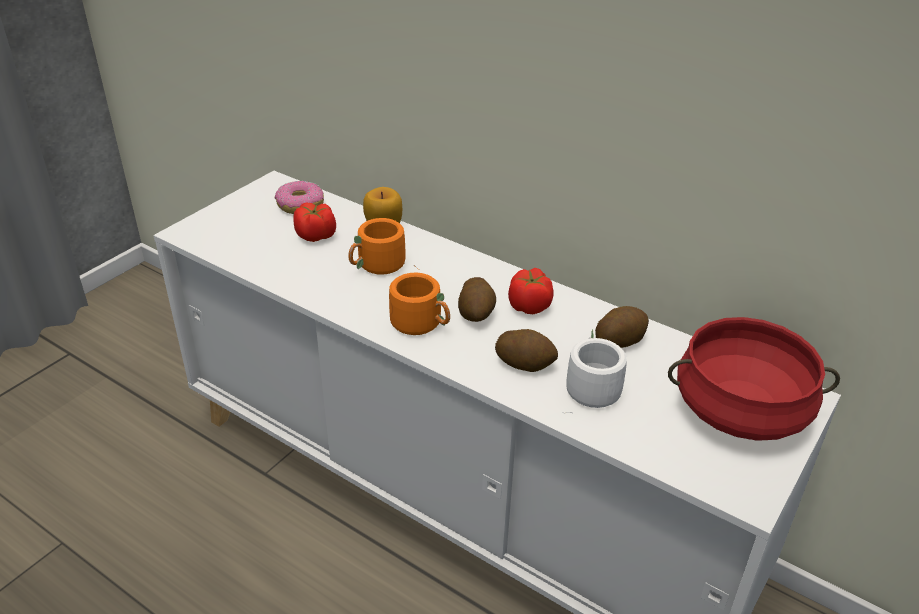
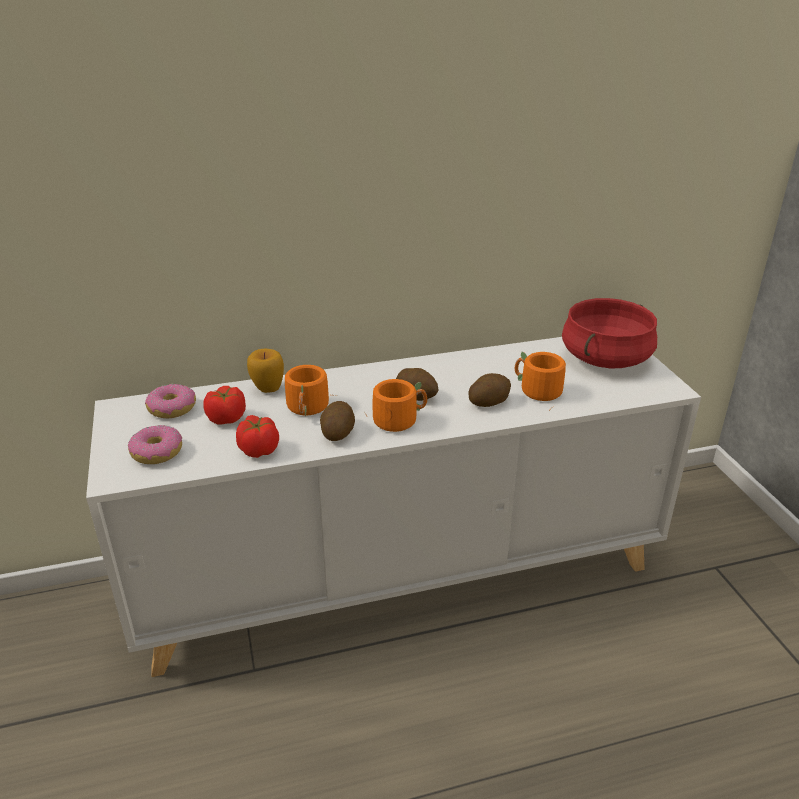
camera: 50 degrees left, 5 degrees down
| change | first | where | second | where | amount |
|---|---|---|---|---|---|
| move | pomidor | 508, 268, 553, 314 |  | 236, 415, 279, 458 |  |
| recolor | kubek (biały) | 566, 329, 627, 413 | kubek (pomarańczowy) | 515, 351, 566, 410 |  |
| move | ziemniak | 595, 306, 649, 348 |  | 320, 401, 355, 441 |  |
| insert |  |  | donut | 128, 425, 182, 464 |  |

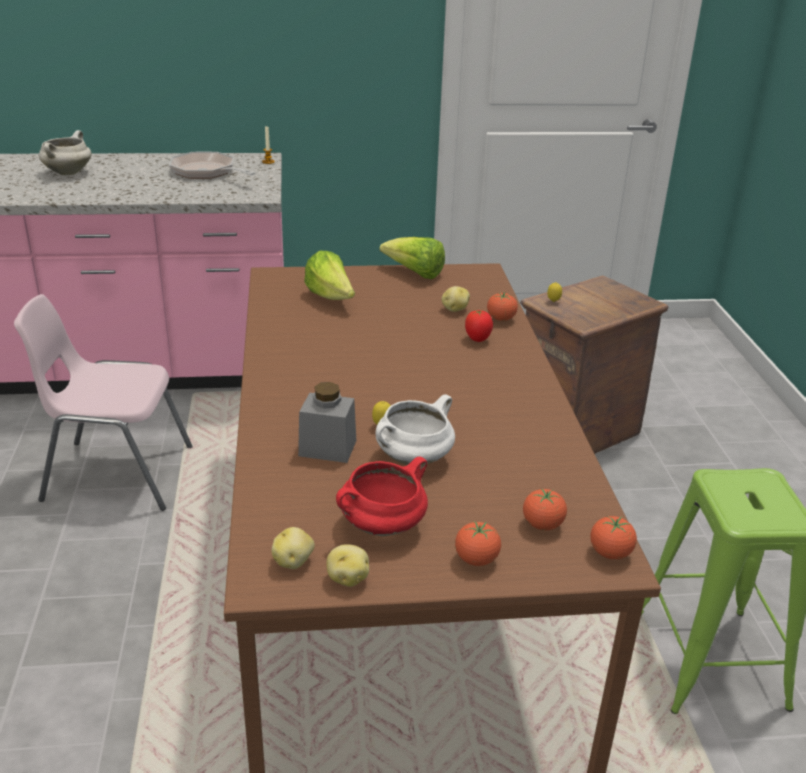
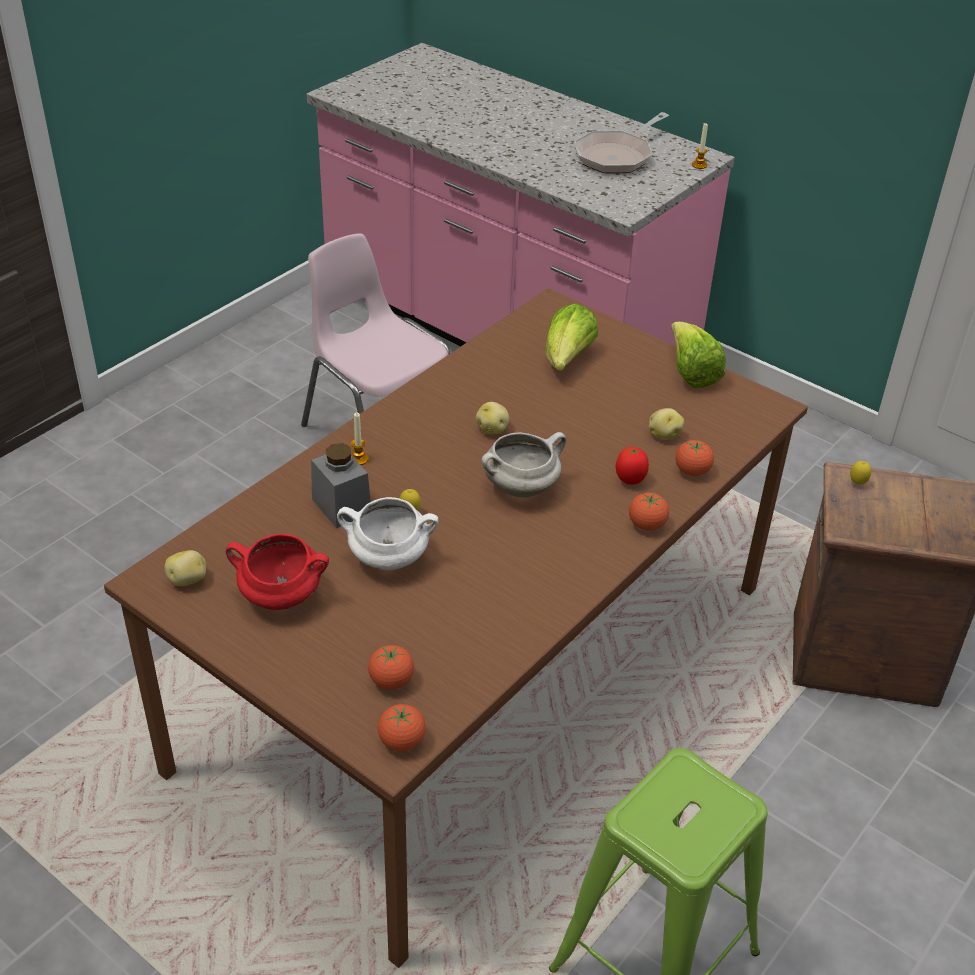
camera: 45 degrees right, 10 degrees up
| change | first | where | second | where | amount |
|---|---|---|---|---|---|
| move | garnek (biały) | 39, 130, 92, 175 |  | 481, 432, 566, 498 |  |
| rotate | patelnia | 169, 152, 256, 179 |  | 574, 112, 669, 173 | 135 degrees counterclockwise |
| move | ziemniak | 327, 544, 369, 587 |  | 476, 402, 509, 435 |  |
| move | pomidor | 455, 521, 501, 566 |  | 629, 492, 669, 531 |  |
| insert |  |  | świeca | 351, 412, 369, 465 |  |

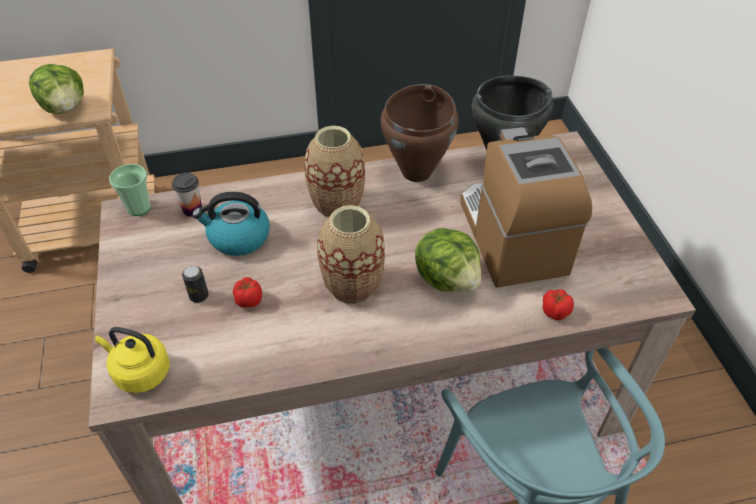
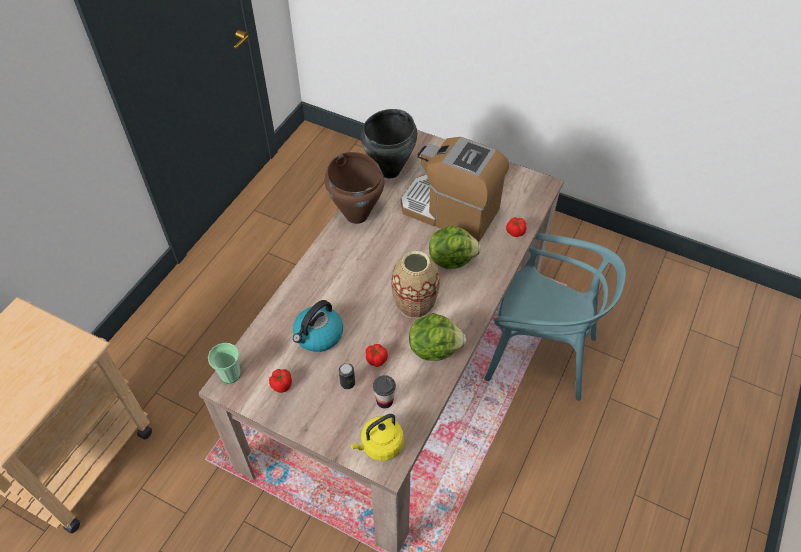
camera: 50 degrees left, 5 degrees up
| change | first | where | second | where | amount |
|---|---|---|---|---|---|
| move | sałata | 29, 64, 84, 114 |  | 409, 313, 466, 361 |  |
| move | filiżanka | 172, 173, 202, 217 |  | 373, 375, 396, 409 |  |
| delete | wazon | 304, 126, 365, 218 |  |  |  |
| insert |  |  | pomidor | 269, 369, 292, 393 |  |

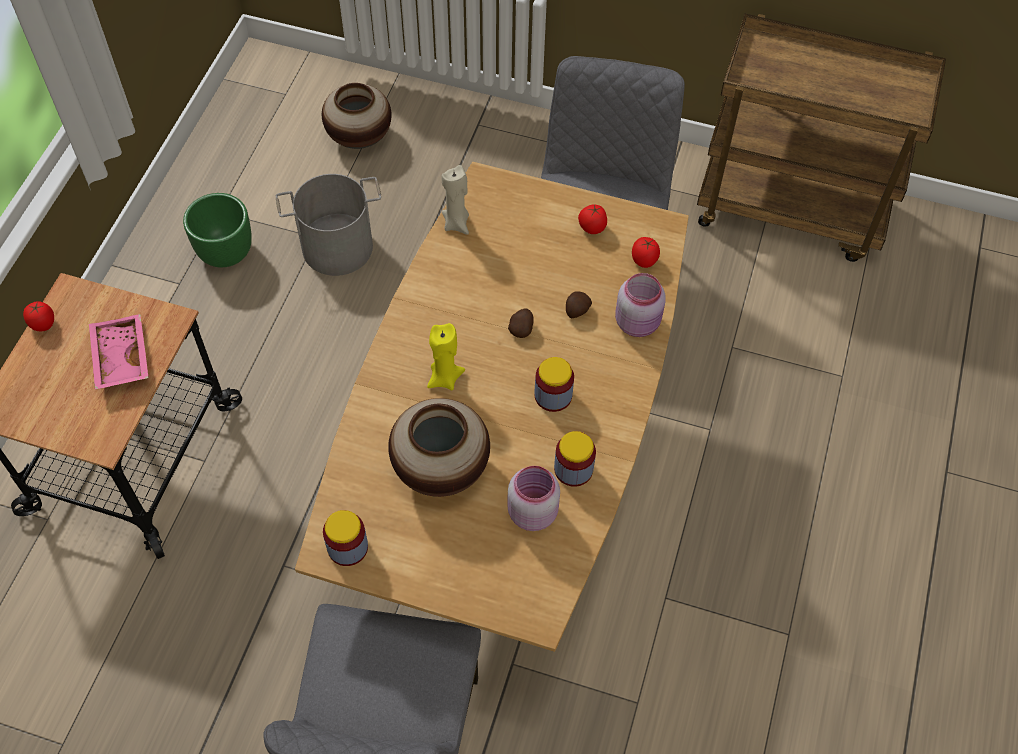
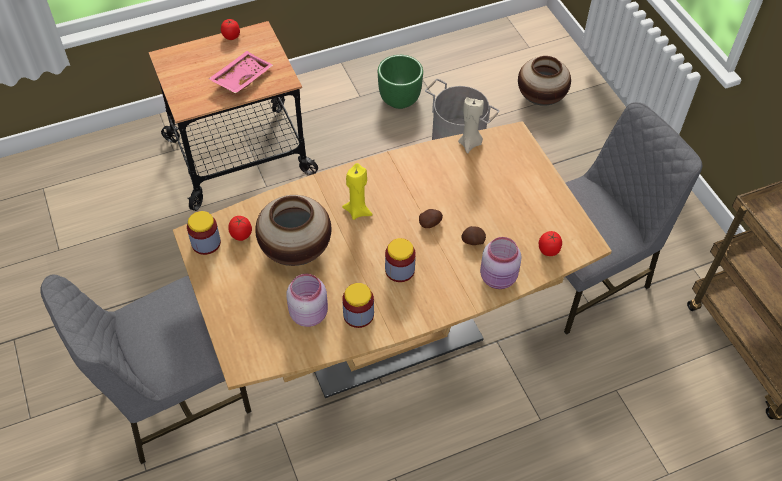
camera: 50 degrees right, 5 degrees down
| change | first | where | second | where | amount |
|---|---|---|---|---|---|
| move | pomidor | 578, 204, 607, 234 |  | 228, 216, 252, 241 |  |

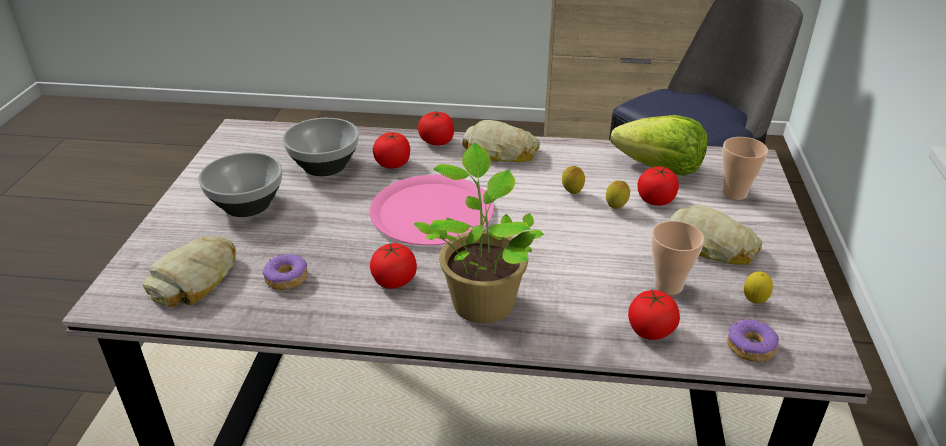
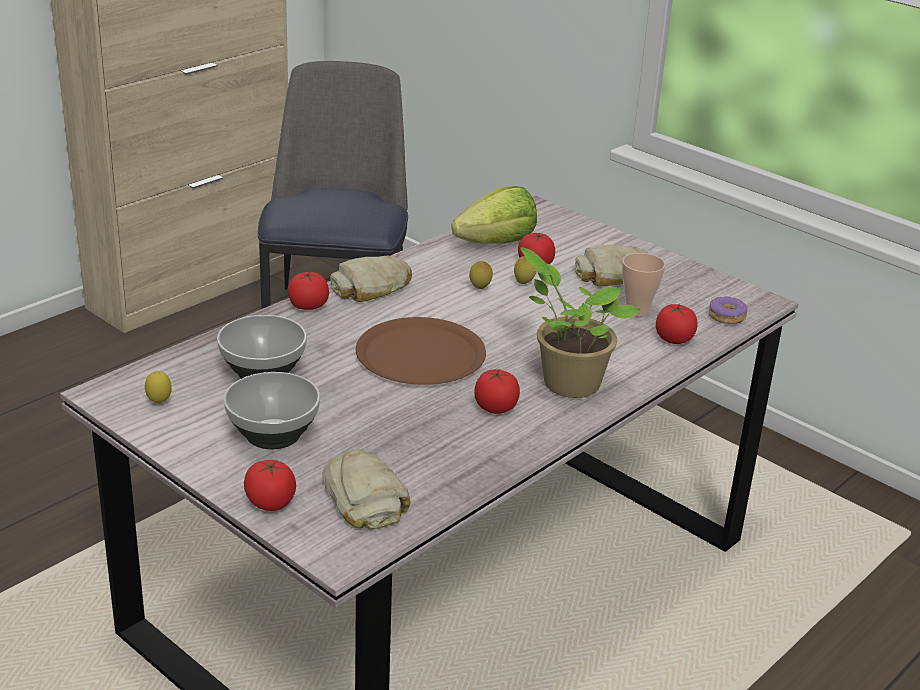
camera: 55 degrees left, 5 degrees down
| change | first | where | second | where | amount |
|---|---|---|---|---|---|
| delete | donut | 263, 254, 308, 290 |  |  |  |
| recolor | talerz (różowy) | 370, 175, 494, 246 | talerz (brązowy) | 356, 317, 486, 385 |  |
| move | pomidor | 373, 132, 410, 169 |  | 244, 459, 296, 511 |  |
| delete | filiżanka | 722, 137, 768, 200 |  |  |  |
| move | cytryna | 744, 271, 773, 304 |  | 145, 371, 172, 403 |  |

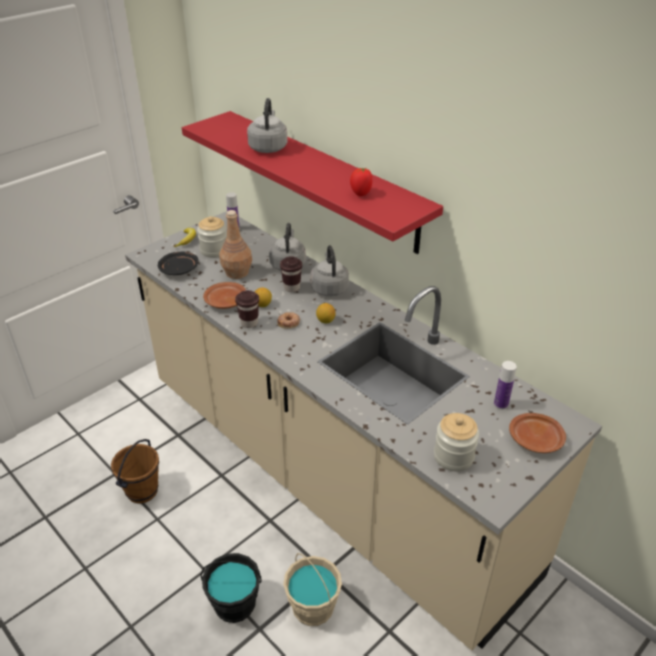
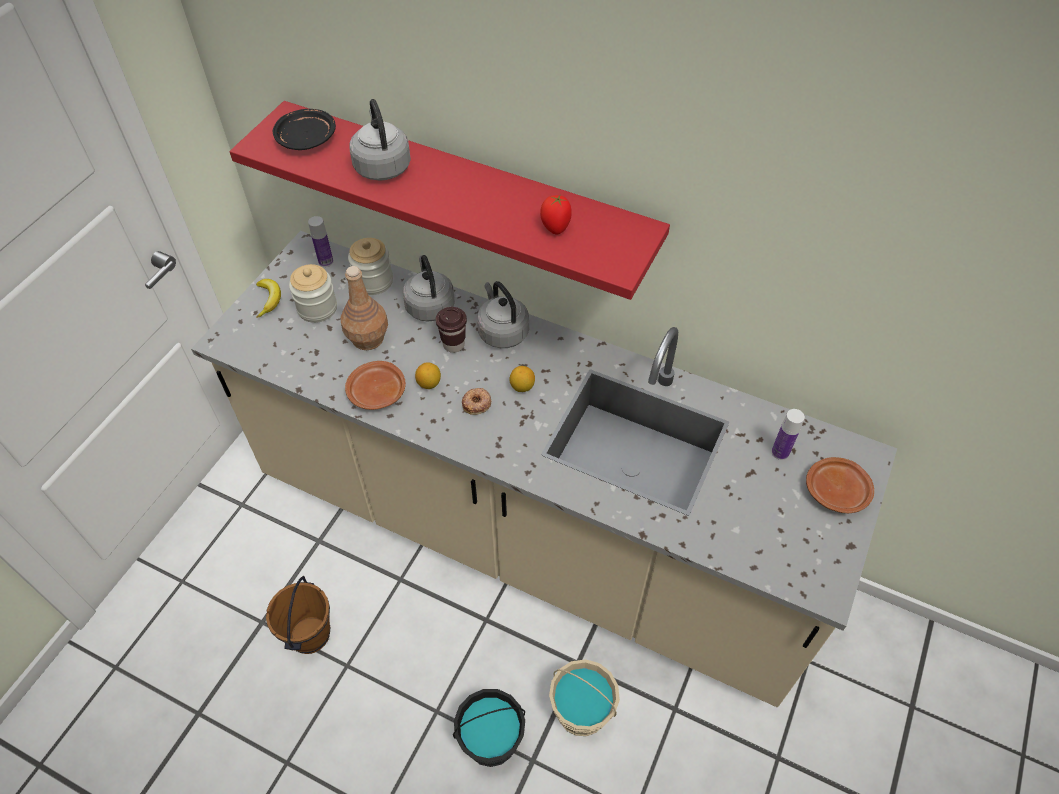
camera: 20 degrees left, 15 degrees up
| change | first | where | second | where | amount |
|---|---|---|---|---|---|
| move | talerz (czarny) | 158, 252, 199, 275 |  | 272, 109, 336, 150 |  |
| delete | filiżanka (brązowy) | 235, 290, 259, 328 |  |  |  |
| move | słoik | 434, 413, 479, 472 |  | 348, 238, 393, 295 |  |

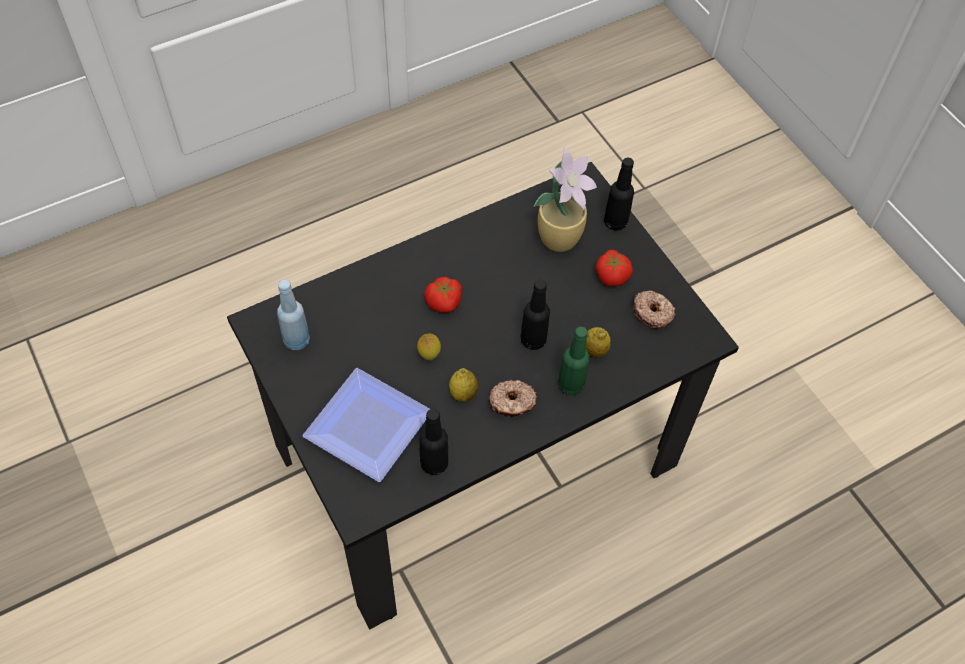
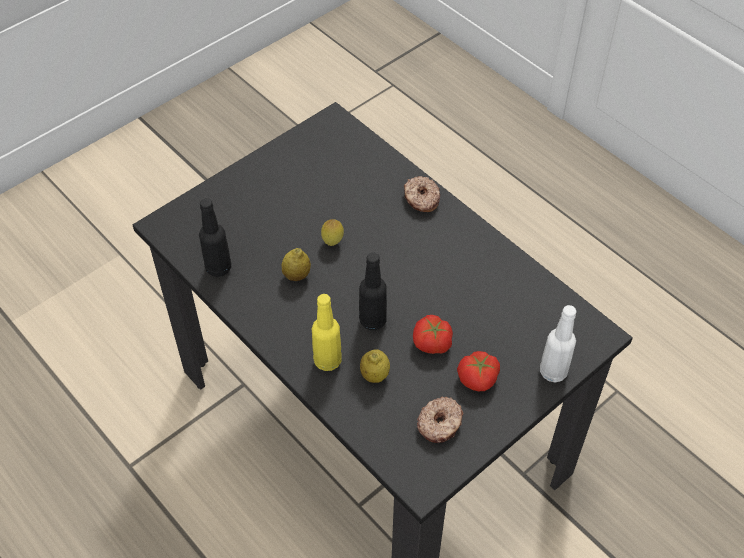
camera: 80 degrees right, 5 degrees down
| change | first | where | second | where | amount |
|---|---|---|---|---|---|
| delete | butelka (niebieski) | 277, 279, 310, 350 |  |  |  |
| delete | talerz | 302, 368, 430, 482 |  |  |  |
| move | pomidor | 424, 277, 462, 313 |  | 413, 315, 453, 354 |  |
| move | donut | 489, 380, 537, 418 |  | 404, 176, 440, 212 |  |
| delete | roślina doniczkowa | 534, 147, 597, 252 |  |  |  |
| recolor | butelka (zielony) | 558, 327, 590, 395 | butelka (żółty) | 312, 294, 342, 371 |  |
| recolor | butelka (czarny) | 604, 158, 634, 231 | butelka (biały) | 540, 305, 577, 382 |  |

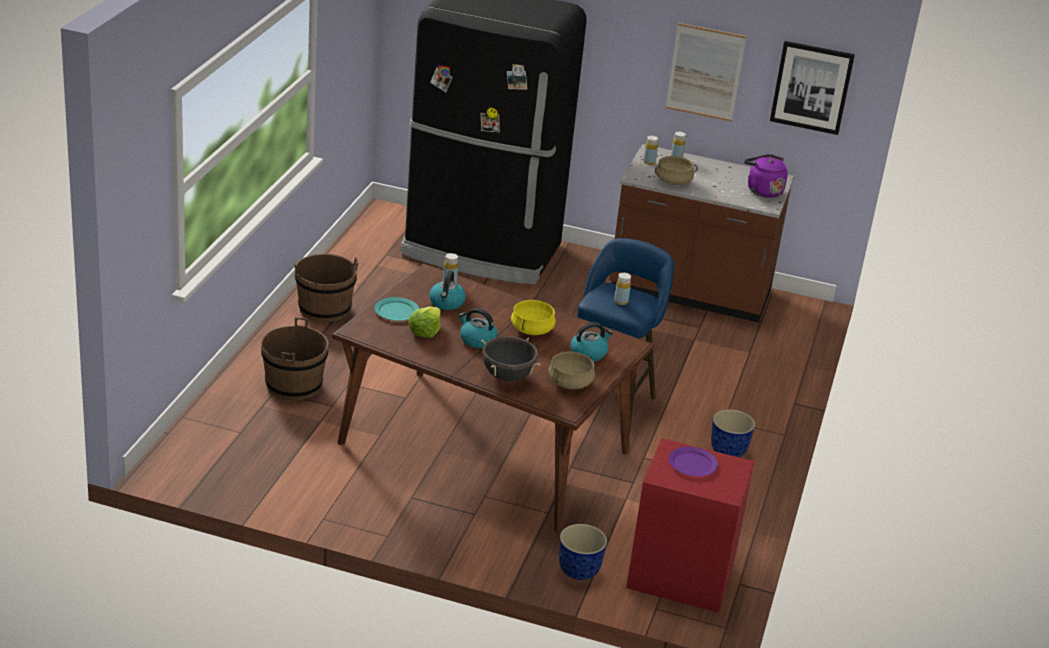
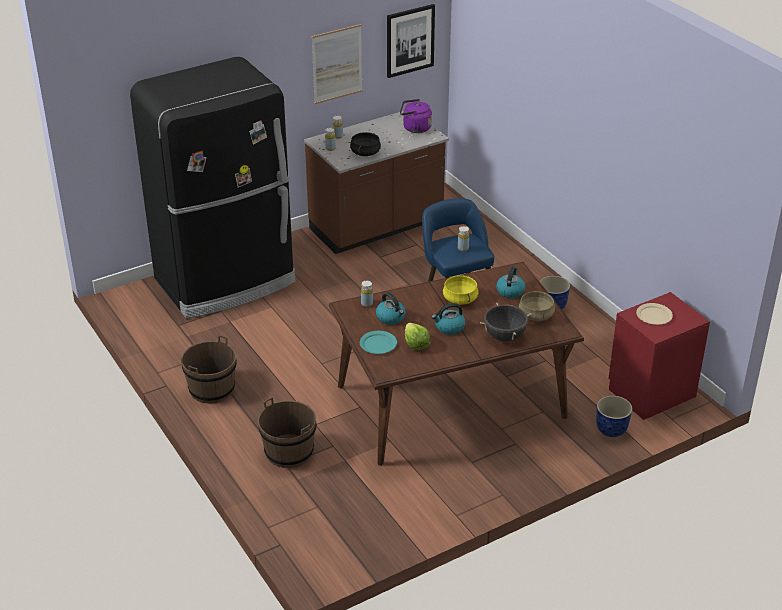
camera: 45 degrees left, 5 degrees up
| change | first | where | second | where | amount |
|---|---|---|---|---|---|
| recolor | garnek (beżowy) | 655, 156, 698, 185 | garnek (czarny) | 350, 132, 381, 156 |  |
| recolor | talerz (fioletowy) | 669, 447, 718, 476 | talerz (beżowy) | 636, 303, 673, 325 |  |

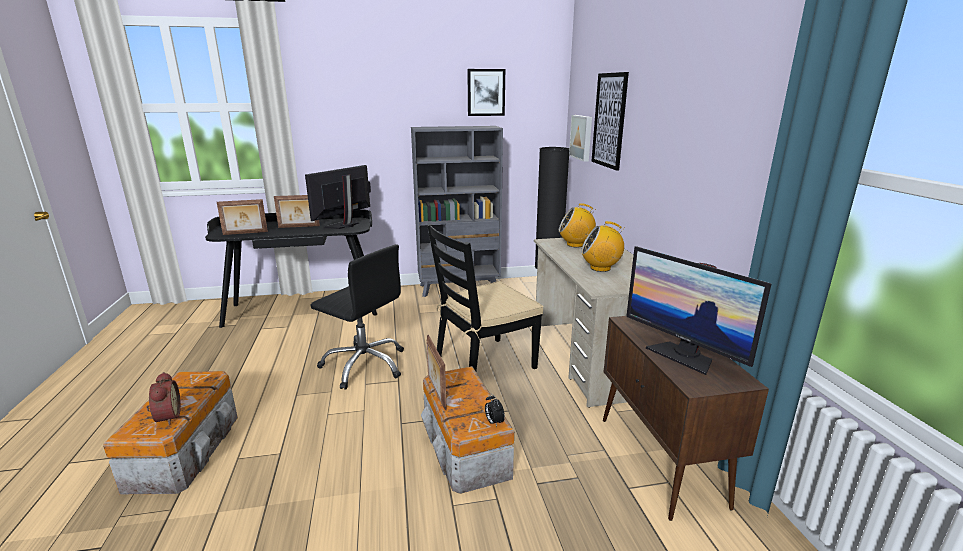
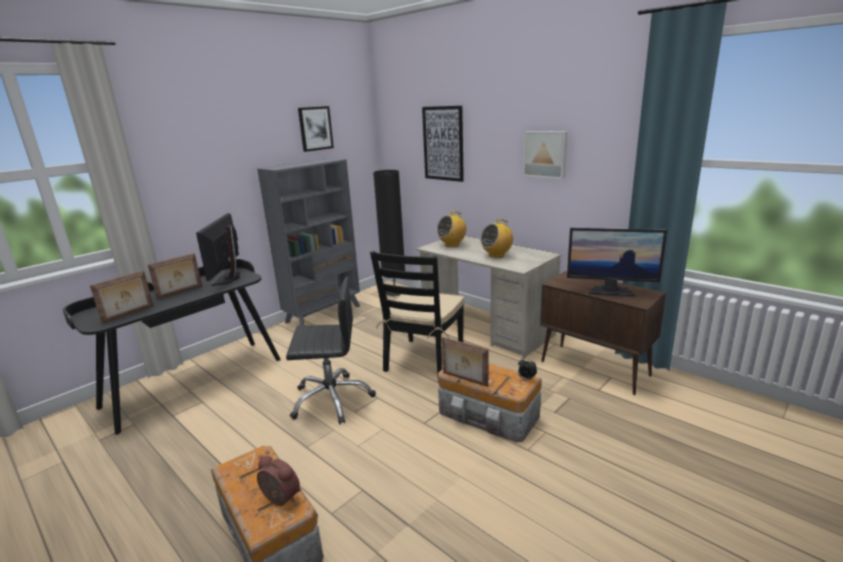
camera: 35 degrees left, 0 degrees up
| change | first | where | second | where | amount |
|---|---|---|---|---|---|
| move | obraz | 569, 115, 592, 162 |  | 523, 131, 568, 179 |  |

